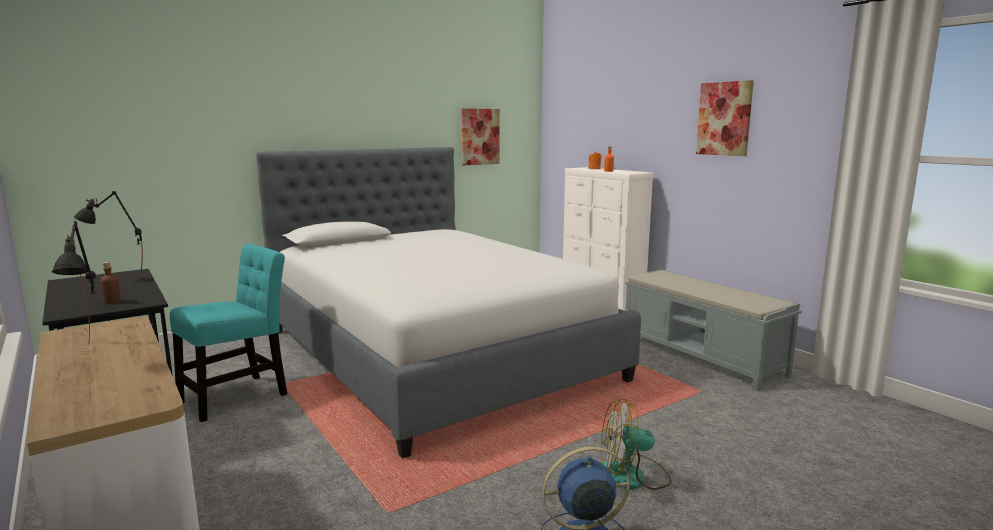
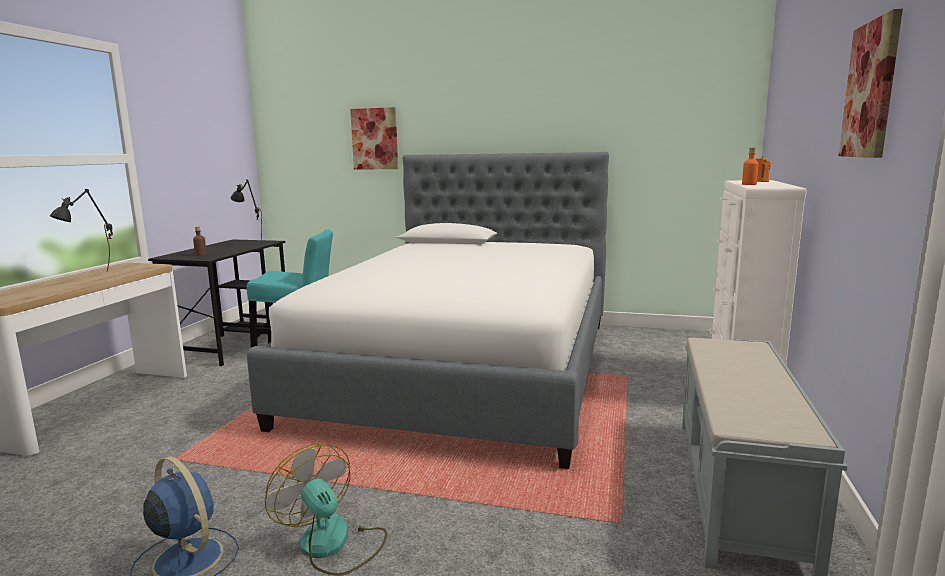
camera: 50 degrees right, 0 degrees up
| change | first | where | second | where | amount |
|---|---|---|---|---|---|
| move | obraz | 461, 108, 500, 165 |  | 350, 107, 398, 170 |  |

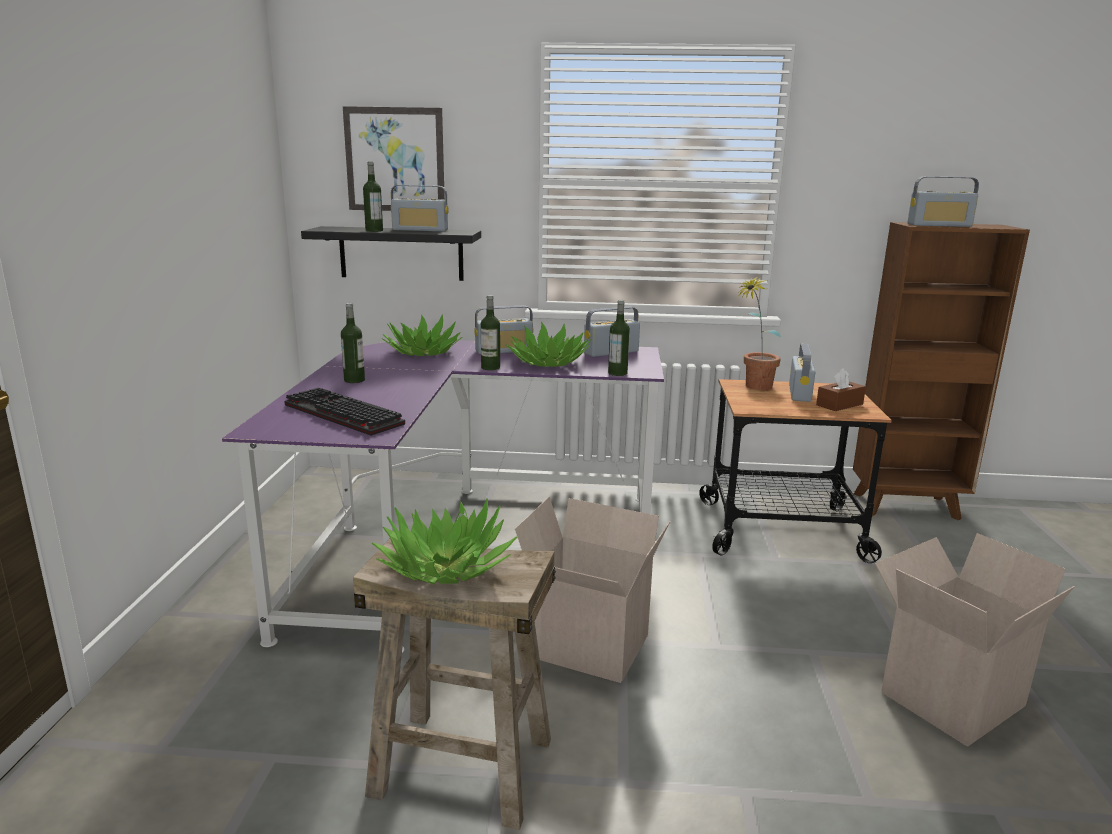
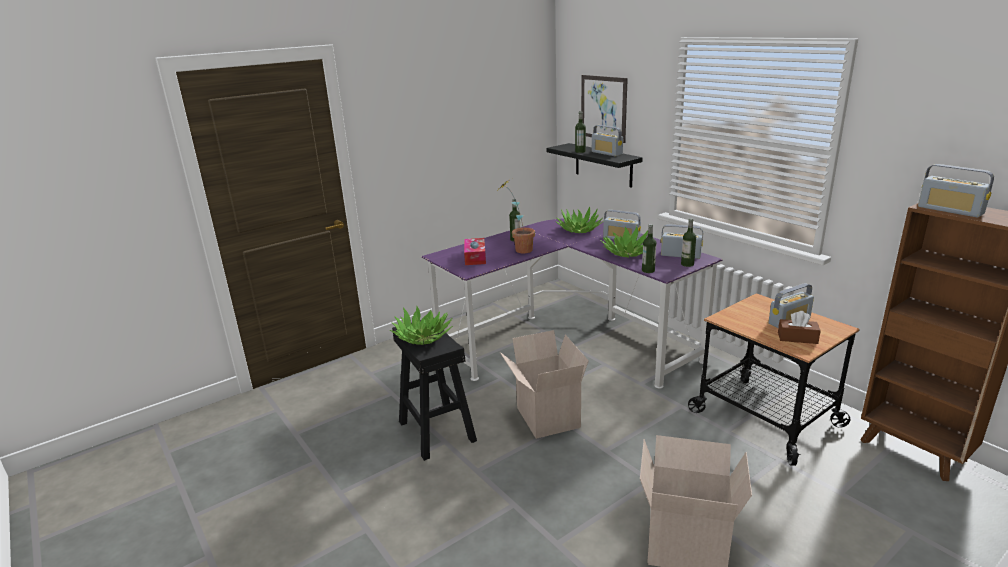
camera: 50 degrees right, 5 degrees up
| change | first | where | second | where | amount |
|---|---|---|---|---|---|
| replace | klawiatura | 284, 388, 405, 436 | pudełko chusteczek | 464, 238, 486, 265 |  |
| recolor | stołek (beżowy) | 353, 539, 556, 830 | stołek (czarny) | 392, 317, 477, 461 |  |
| move | butelka | 481, 295, 500, 370 |  | 681, 218, 696, 267 |  |
| move | roślina doniczkowa | 737, 276, 781, 390 |  | 496, 181, 535, 253 |  |

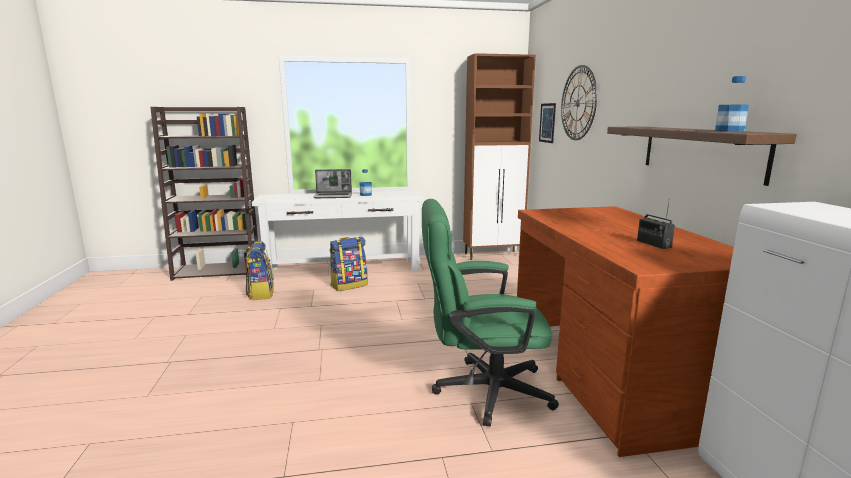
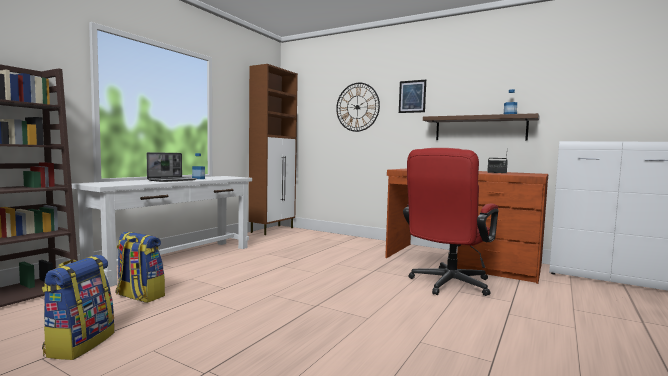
camera: 50 degrees left, 10 degrees down
| change | first | where | second | where | amount |
|---|---|---|---|---|---|
| move | plecak | 329, 237, 368, 291 |  | 42, 255, 114, 360 |  |
| recolor | krzesło biurowe (zielony) | 422, 199, 559, 427 | krzesło biurowe (czerwony) | 403, 148, 498, 296 |  |
| move | obraz | 539, 103, 556, 143 |  | 399, 80, 426, 113 |  |

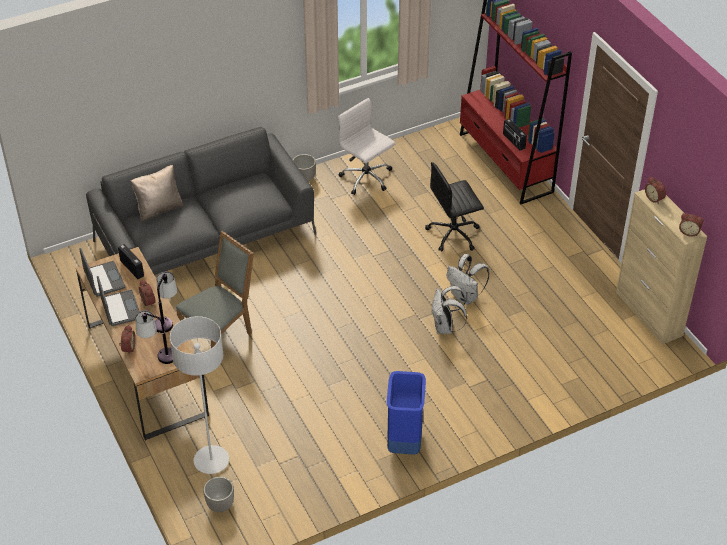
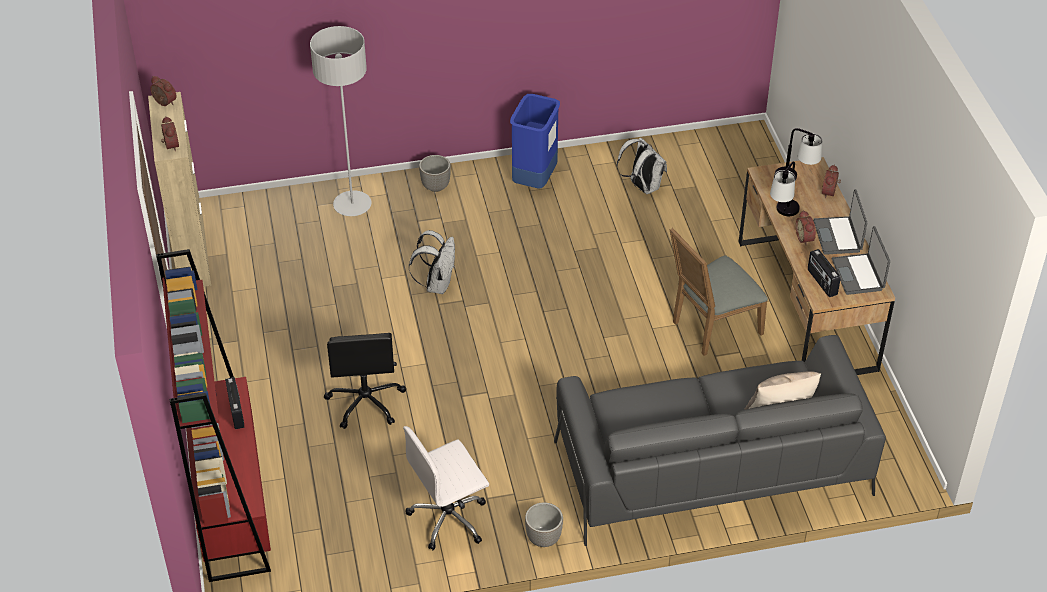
camera: 165 degrees left, 0 degrees up
| change | first | where | second | where | amount |
|---|---|---|---|---|---|
| move | lampa stojąca (szary) | 170, 316, 229, 474 |  | 310, 26, 371, 216 |  |
| move | donica | 203, 477, 234, 512 |  | 419, 155, 451, 192 |  |
| rotate | krzesło biurowe (biały) | 338, 98, 395, 195 |  | 403, 426, 489, 550 | 90 degrees clockwise |
| rotate | krzesło biurowe (czarny) | 425, 162, 484, 252 |  | 324, 333, 406, 429 | 90 degrees clockwise |
| move | plecak (biały) | 447, 254, 489, 305 |  | 617, 137, 667, 194 |  |

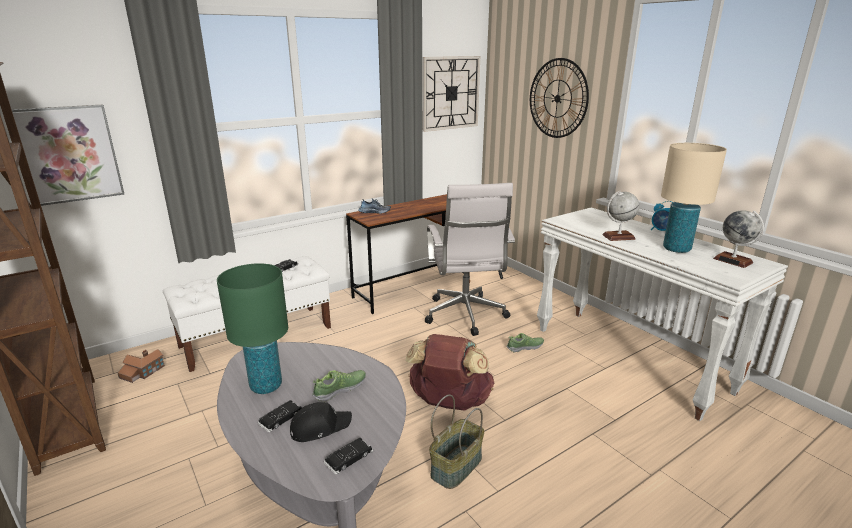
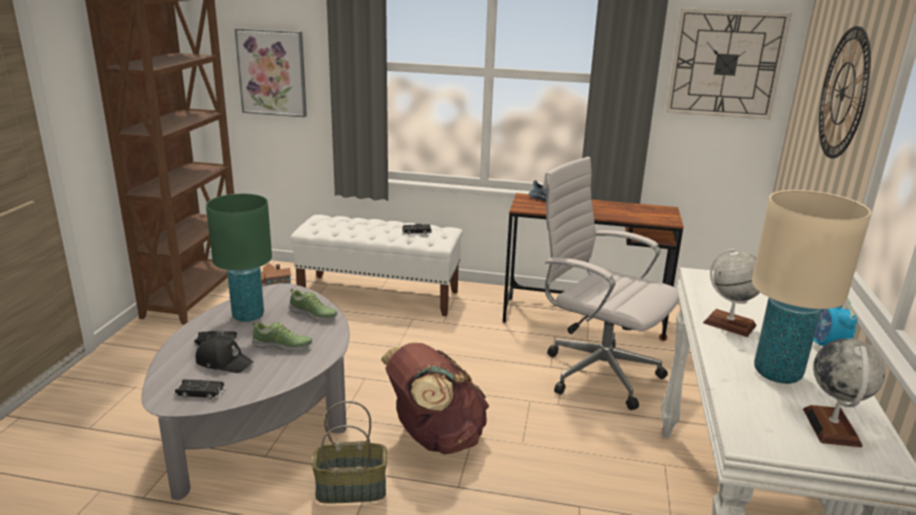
camera: 45 degrees right, 0 degrees up
| change | first | where | second | where | amount |
|---|---|---|---|---|---|
| rotate | krzesło biurowe (biały) | 425, 183, 515, 336 |  | 543, 157, 679, 410 | 90 degrees clockwise |
| move | but | 506, 333, 544, 353 |  | 289, 288, 337, 321 |  |

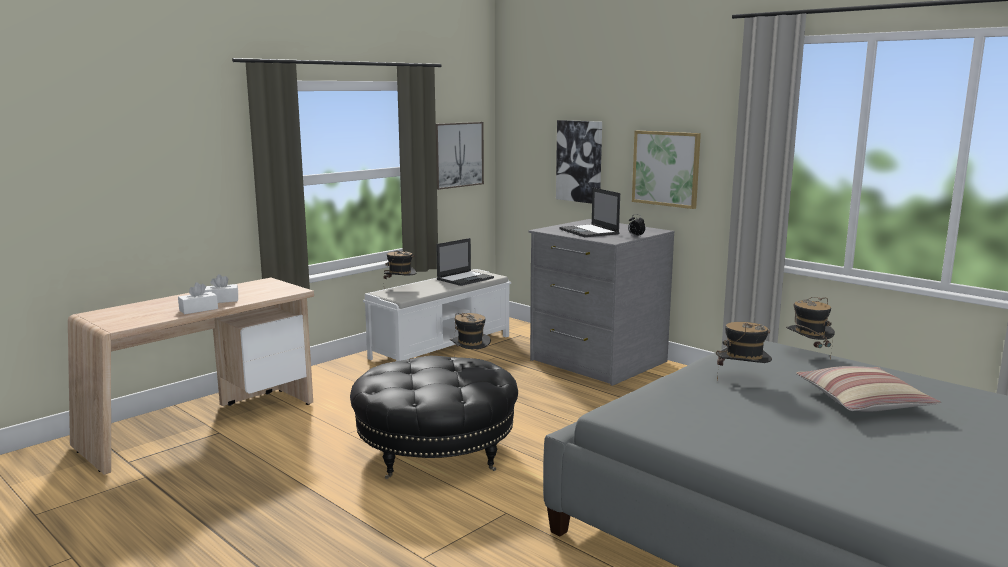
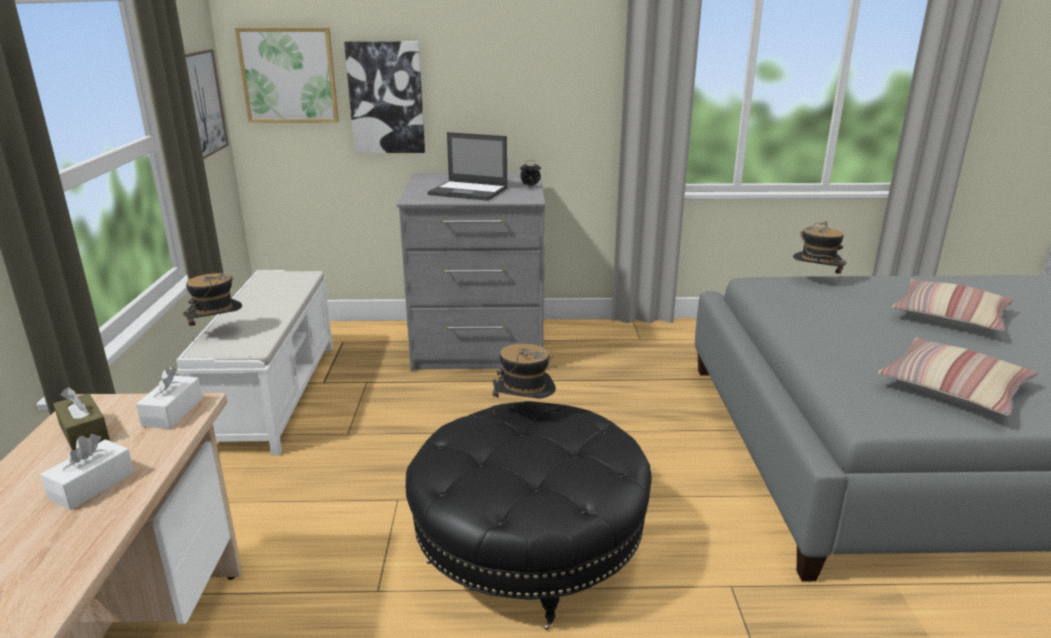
camera: 45 degrees left, 10 degrees up
| change | first | where | second | where | amount |
|---|---|---|---|---|---|
| move | pudełko chusteczek (biały) | 178, 282, 218, 314 |  | 136, 367, 203, 429 |  |
| delete | laptop | 436, 238, 494, 286 |  |  |  |
| move | obraz | 632, 131, 701, 209 |  | 235, 27, 339, 123 |  |
| delete | kapelusz | 716, 322, 772, 381 |  |  |  |
| insert |  |  | pudełko chusteczek (brązowy) | 53, 387, 110, 450 |  |
| insert |  |  | poduszka | 877, 338, 1038, 416 |  |

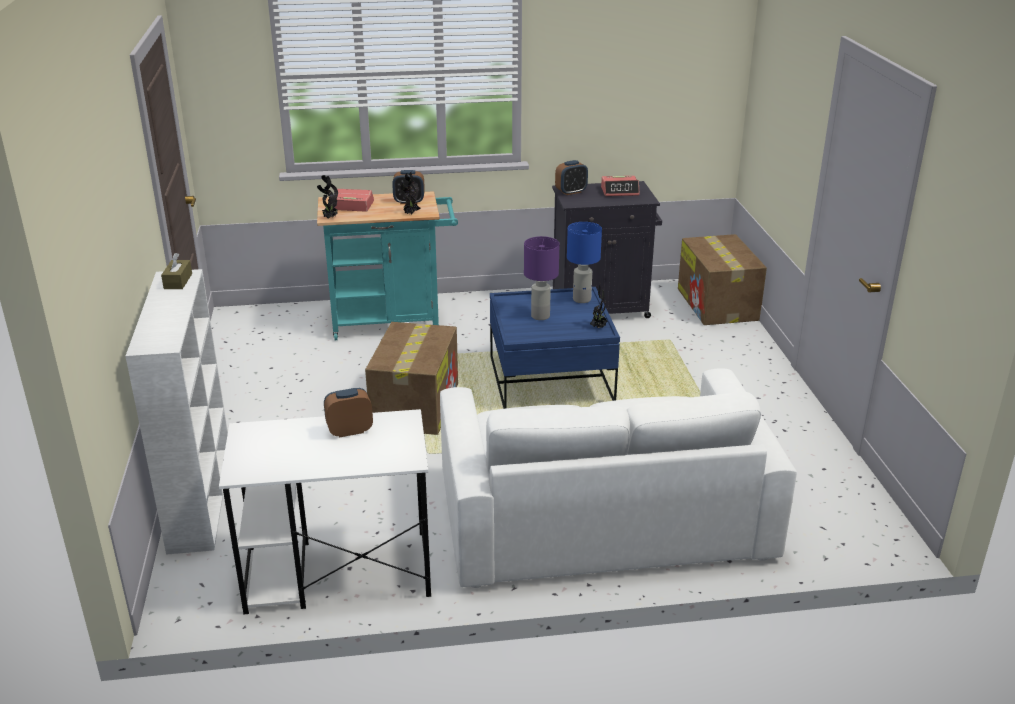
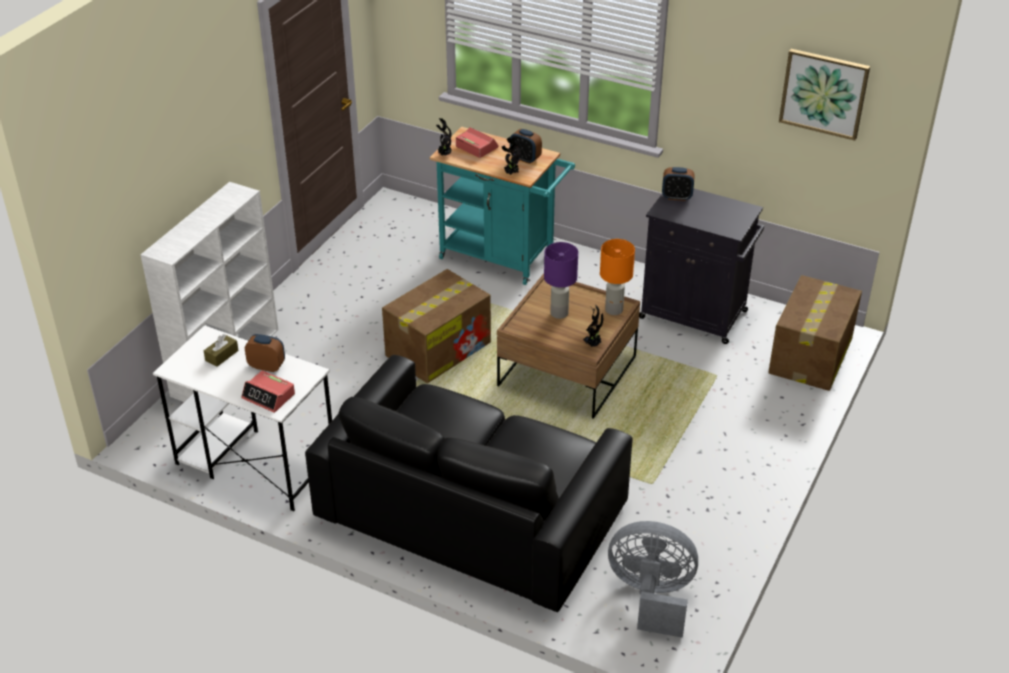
camera: 35 degrees right, 10 degrees up
| change | first | where | second | where | amount |
|---|---|---|---|---|---|
| move | pudełko chusteczek (brązowy) | 161, 253, 192, 289 |  | 204, 334, 239, 367 |  |
| recolor | kanapa (biały) | 440, 368, 797, 588 | kanapa (czarny) | 305, 355, 633, 612 |  |
| recolor | ława (niebieski) | 490, 287, 620, 409 | ława (brązowy) | 497, 273, 640, 419 |  |
| recolor | lampa stołowa (niebieski) | 567, 222, 602, 303 | lampa stołowa (pomarańczowy) | 600, 239, 635, 315 |  |
| move | budzik | 601, 176, 639, 196 |  | 241, 370, 295, 413 |  |
| insert |  |  | wentylator (szary) | 608, 521, 698, 638 |  |
| insert |  |  | obraz | 779, 49, 870, 141 |  |

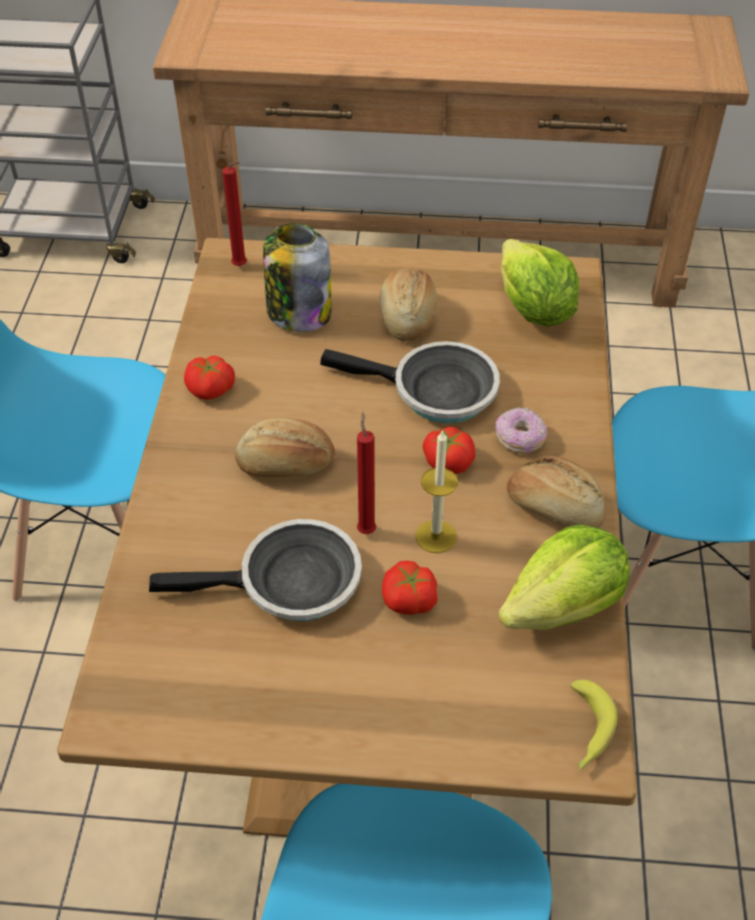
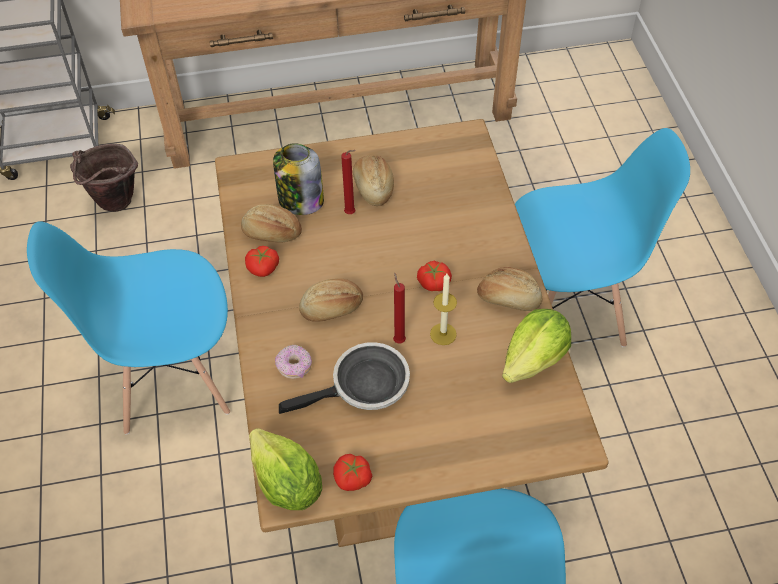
camera: 15 degrees left, 5 degrees up
| change | first | where | second | where | amount |
|---|---|---|---|---|---|
| move | świeca (czerwony) | 222, 162, 247, 266 |  | 341, 150, 356, 214 |  |
| delete | patelnia | 320, 341, 500, 423 |  |  |  |
| move | pomidor | 382, 561, 438, 615 |  | 333, 454, 372, 491 |  |
| move | donut | 495, 407, 547, 454 |  | 275, 345, 312, 379 |  |
| move | sałata | 501, 239, 579, 327 |  | 249, 428, 322, 510 |  |
| delete | banan | 570, 680, 618, 771 |  |  |  |
| insert |  |  | wiadro (brązowy) | 70, 144, 138, 212 |  |
| insert |  |  | chleb | 241, 204, 302, 243 |  |

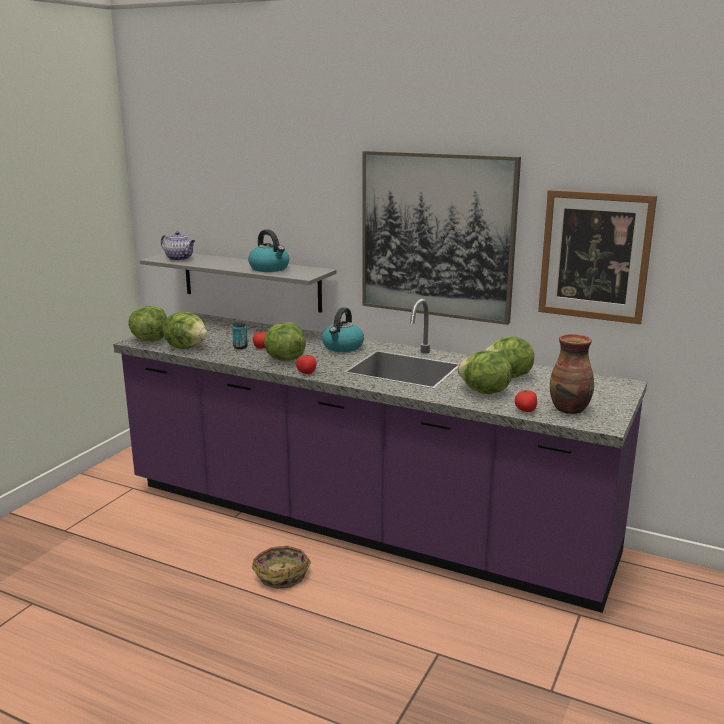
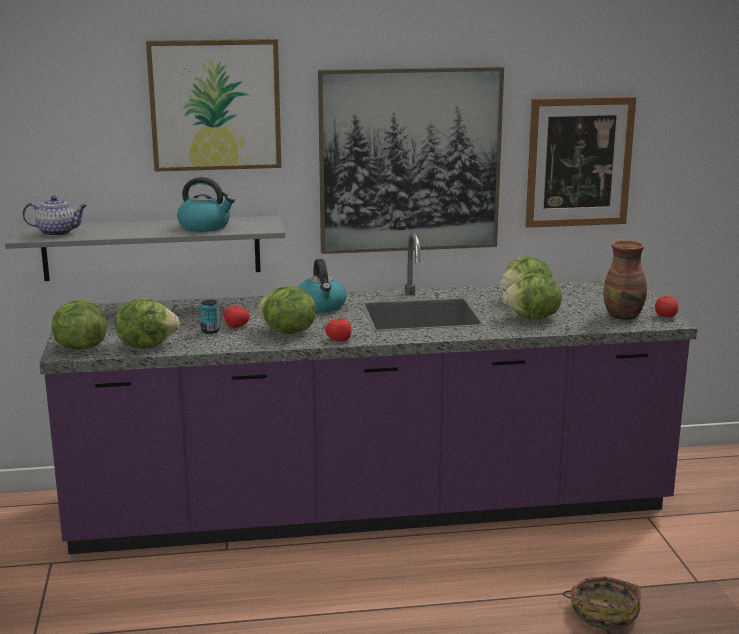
camera: 35 degrees left, 0 degrees up
| change | first | where | second | where | amount |
|---|---|---|---|---|---|
| move | koszyk | 252, 546, 311, 589 |  | 563, 576, 641, 630 |  |
| move | pomidor | 515, 390, 537, 412 |  | 655, 296, 678, 317 |  |
| insert |  |  | obraz | 146, 39, 281, 172 |  |

